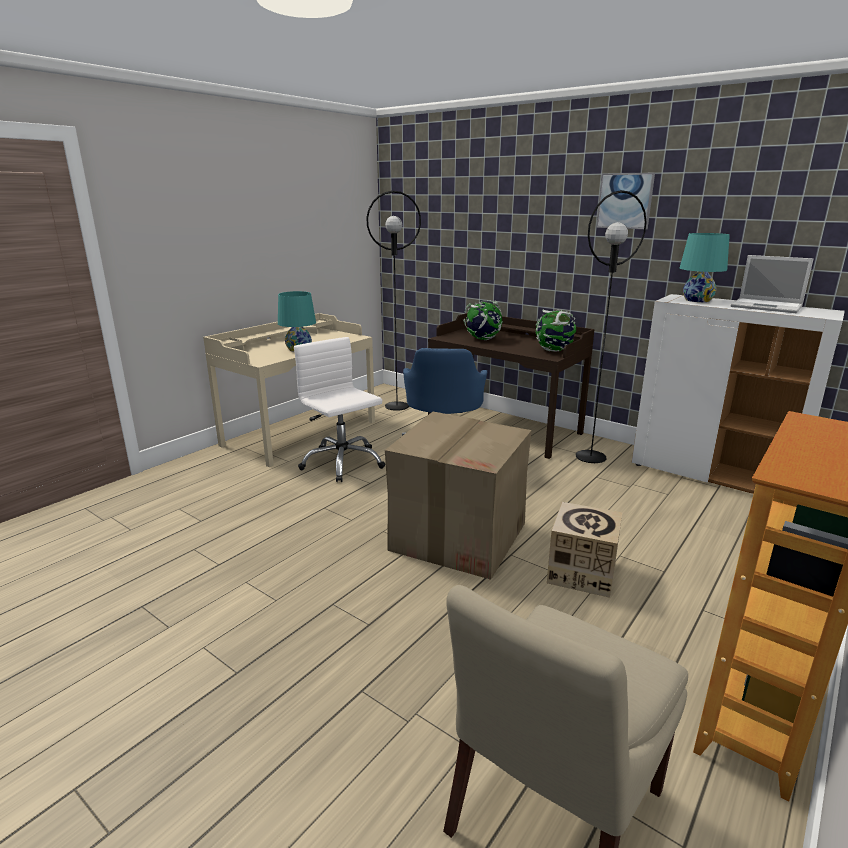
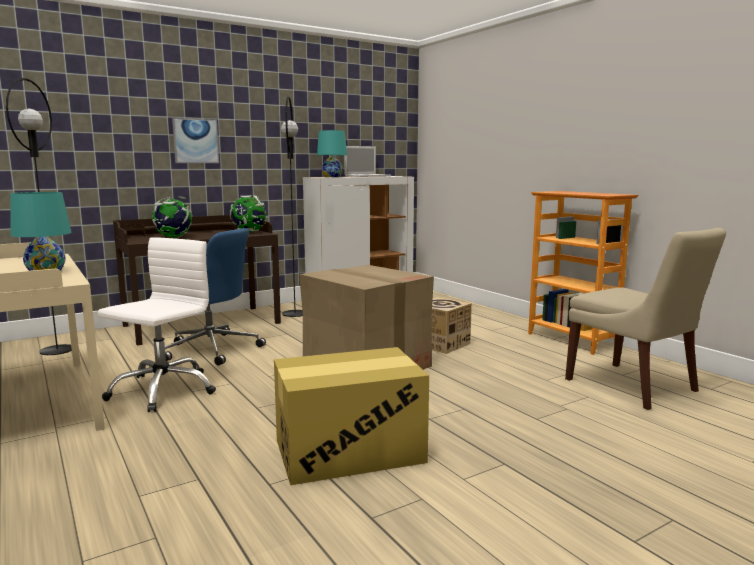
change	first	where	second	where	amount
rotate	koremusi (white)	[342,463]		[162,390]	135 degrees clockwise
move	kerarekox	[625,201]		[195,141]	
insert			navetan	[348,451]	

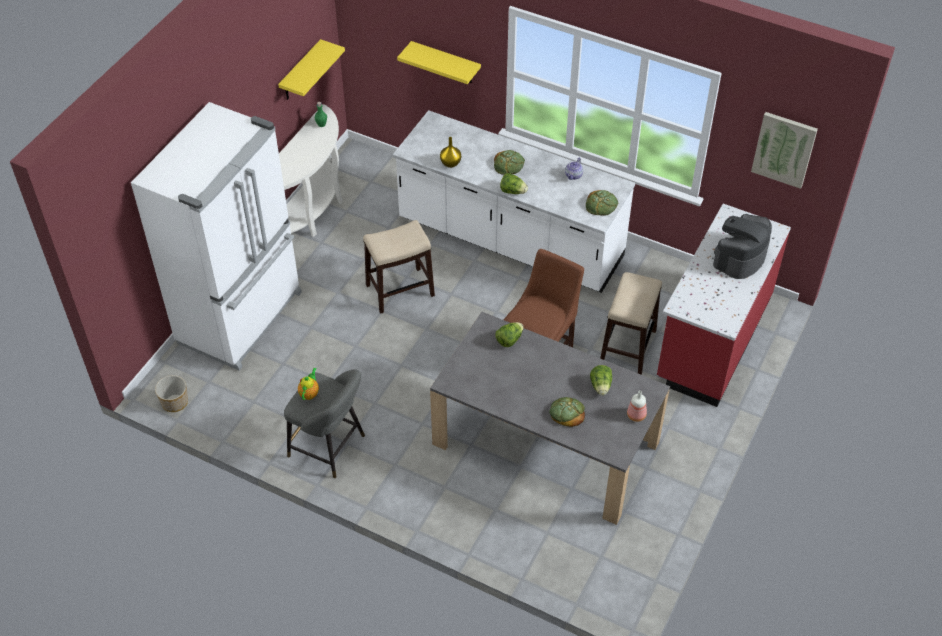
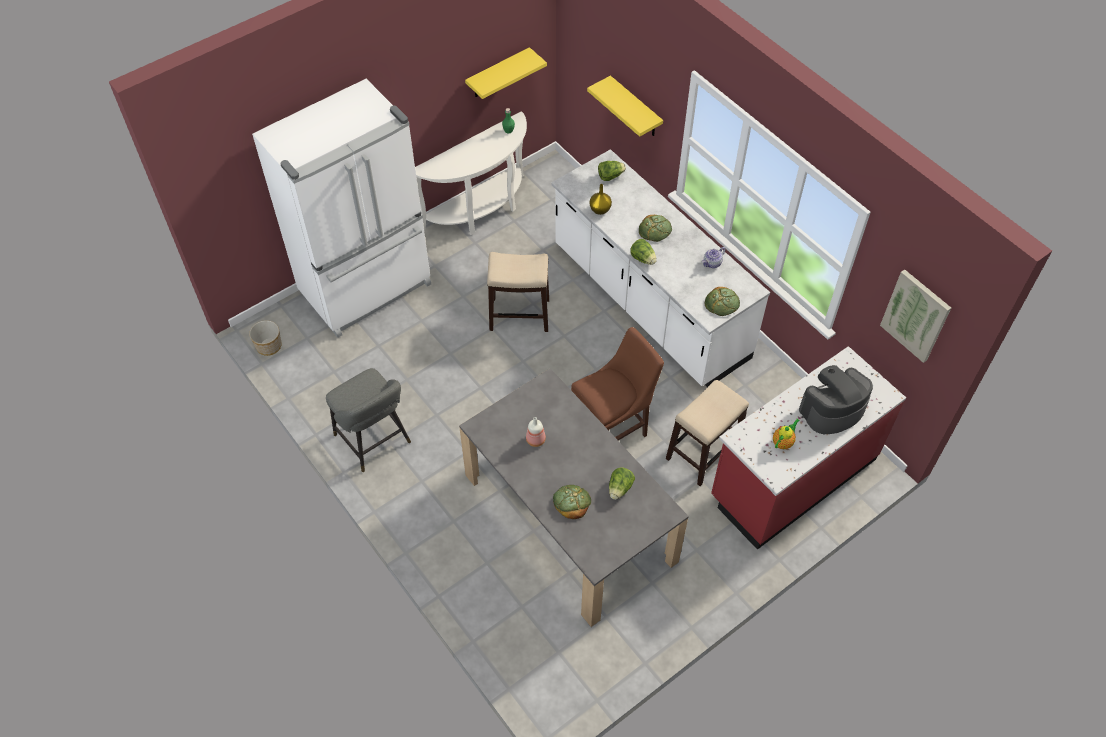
change	first	where	second	where	amount
move	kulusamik	[636,415]		[536,439]	
move	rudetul	[509,340]		[610,176]	
move	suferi	[309,393]		[783,442]	

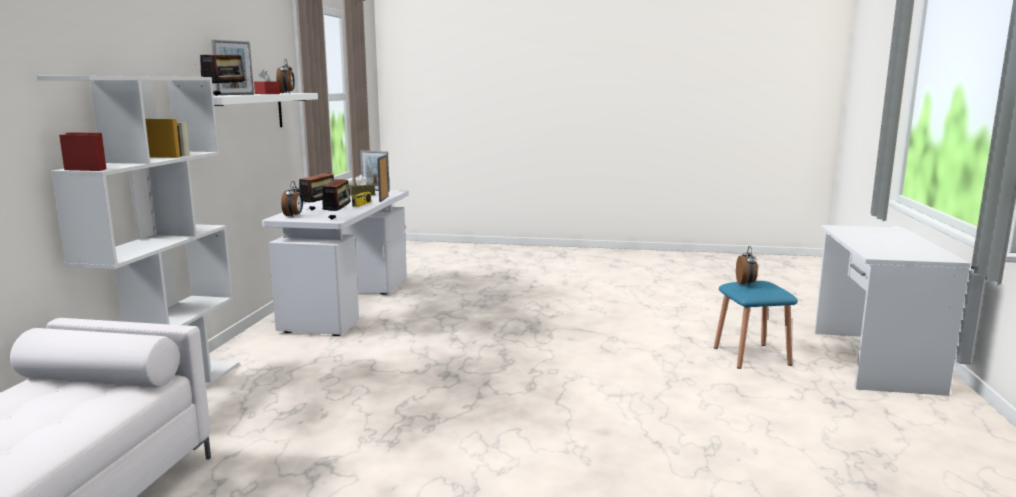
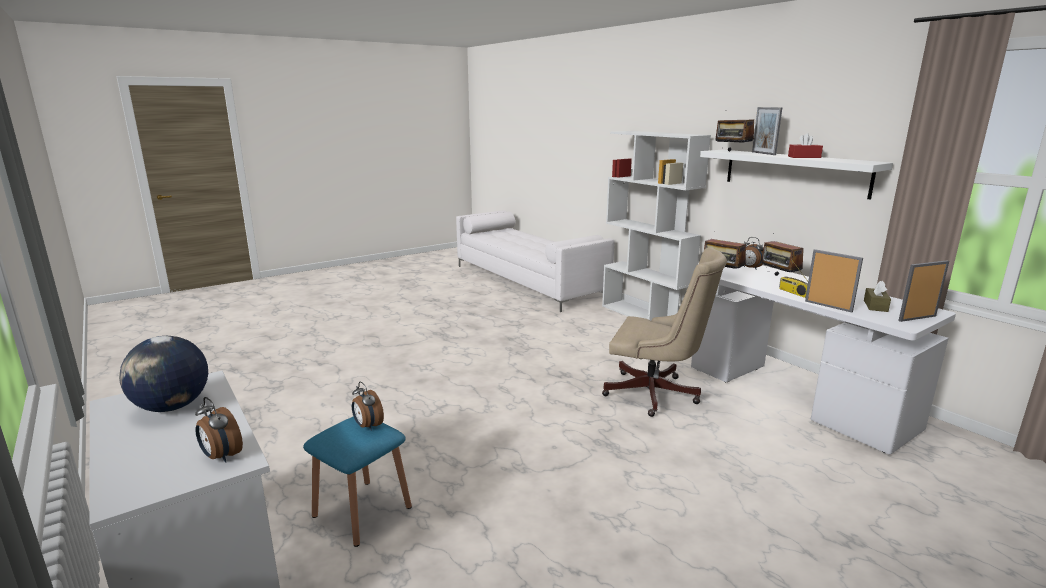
change	first	where	second	where	amount
insert			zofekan	[171,407]	
move	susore	[286,93]		[221,456]	
insert			koremusi (beige)	[656,395]	

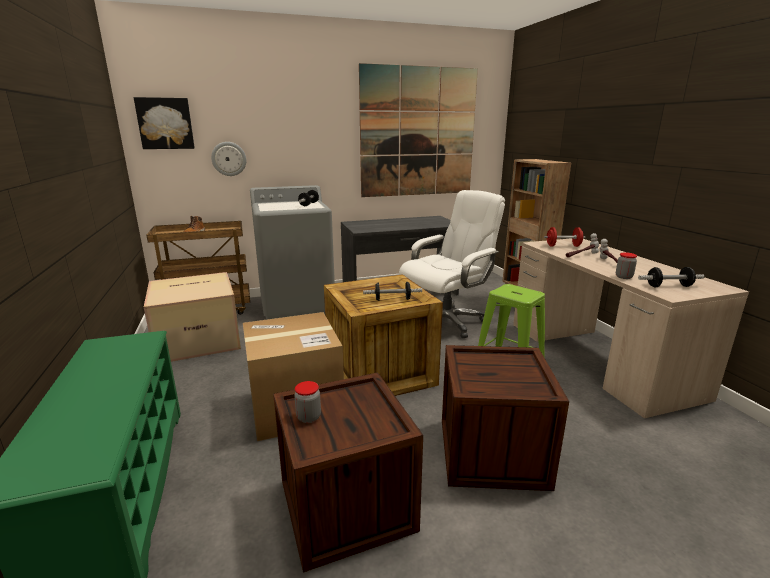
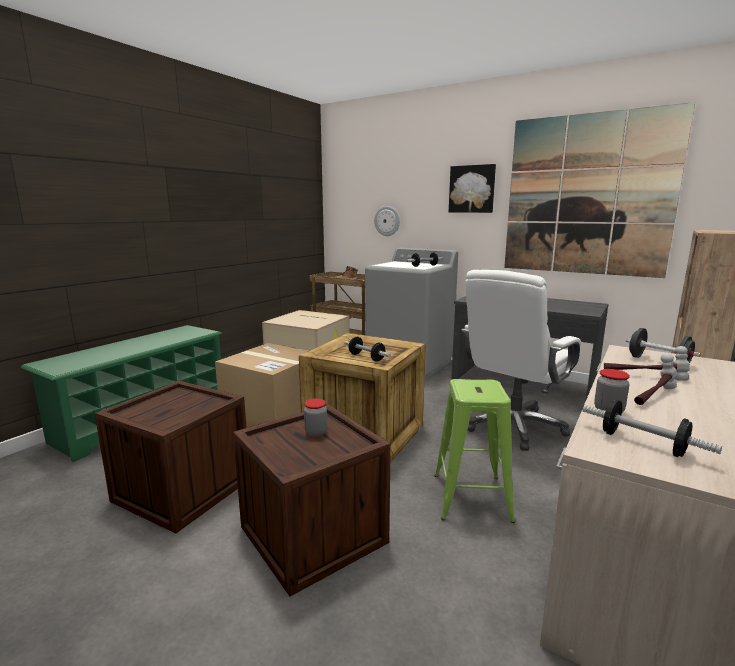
change	first	where	second	where	amount
move	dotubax	[308,417]		[316,432]	
move	kerarekox	[165,123]		[472,189]	
rotate	koremusi (white)	[446,321]		[513,426]	120 degrees clockwise
recolor	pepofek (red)	[563,246]	pepofek (black)	[658,361]	

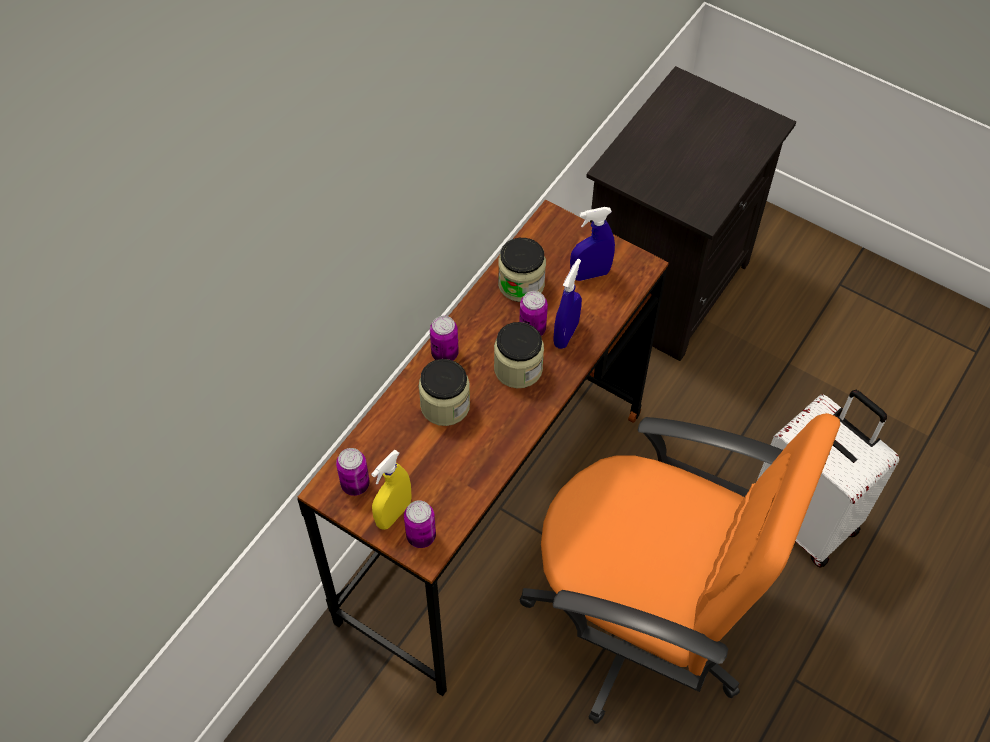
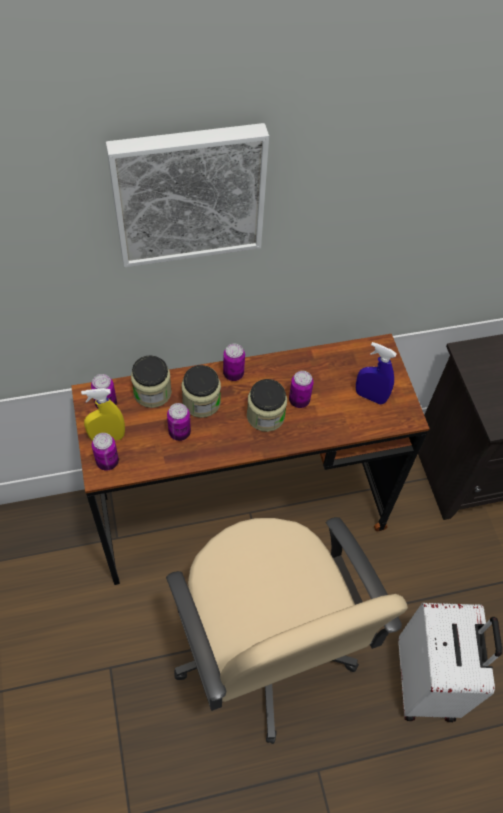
change	first	where	second	where	amount
insert			kerarekox	[188,193]	
move	dotubax	[521,284]		[152,392]	
recolor	koremusi (orange)	[643,620]	koremusi (beige)	[264,647]	
insert			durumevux	[179,432]	
delete	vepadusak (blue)	[566,334]			

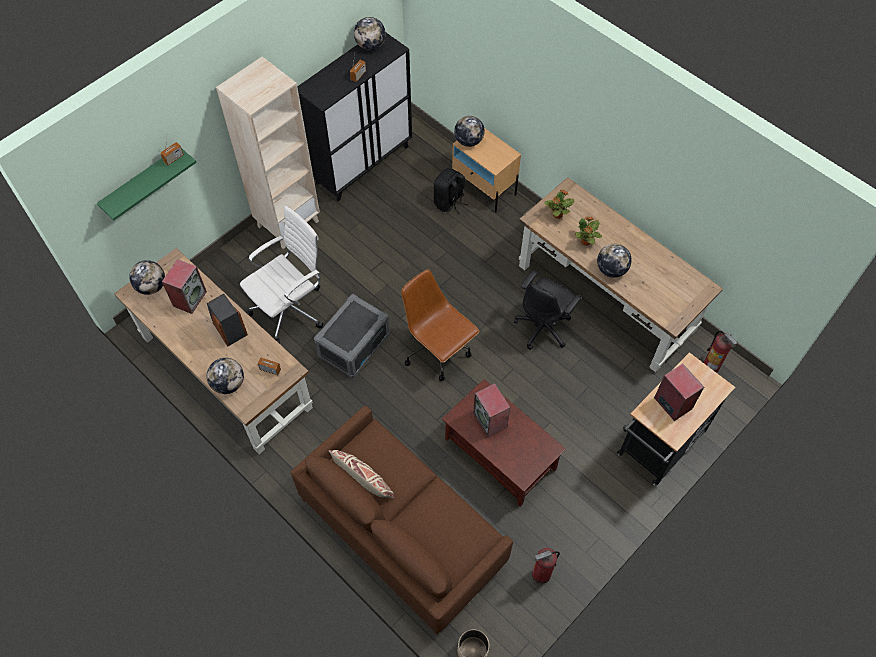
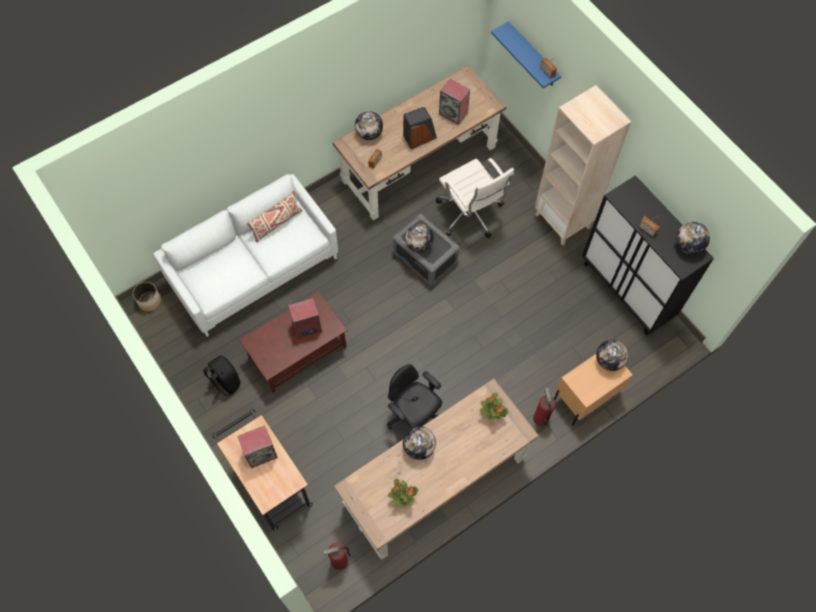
change	first	where	second	where	amount
recolor	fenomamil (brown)	[402,530]	fenomamil (white)	[253,269]	
move	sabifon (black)	[449,202]		[225,382]	
move	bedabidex	[585,242]		[402,497]	
move	zofekan	[151,286]		[419,245]	
recolor	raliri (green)	[142,182]	raliri (blue)	[533,56]	
move	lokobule	[541,574]		[540,418]	
delete	koremusi (brown)	[437,351]			

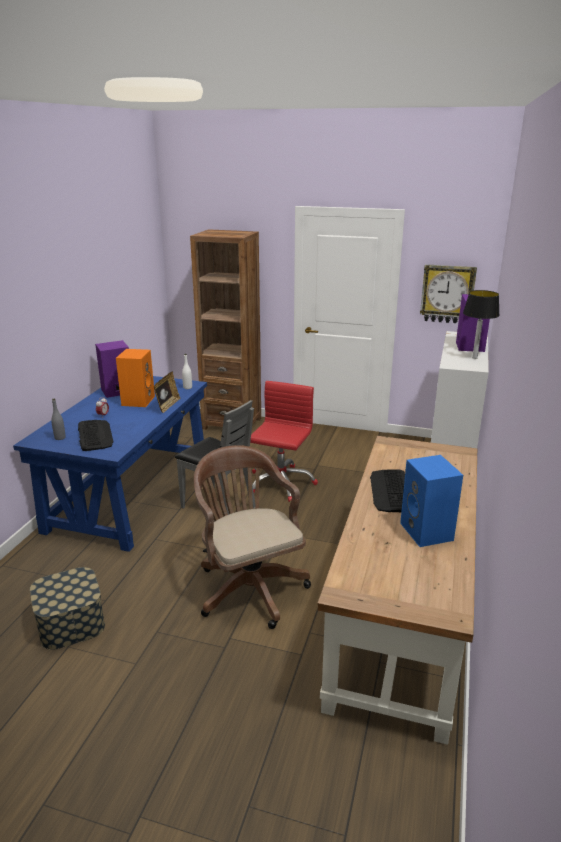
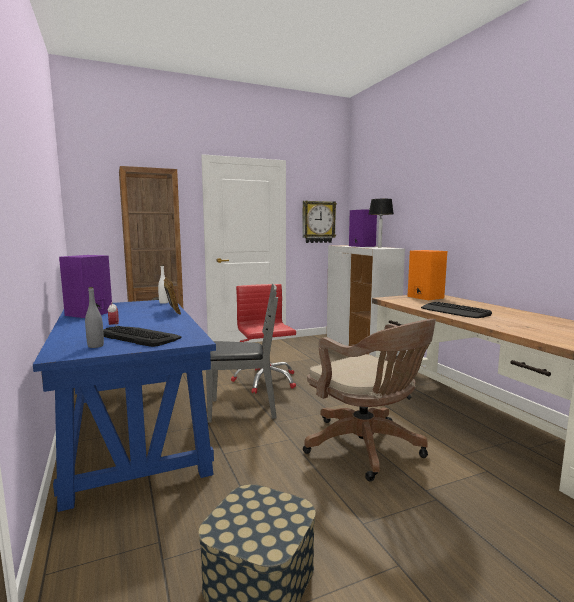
change	first	where	second	where	amount
rotate	koremusi (brown)	[249,586]		[367,448]	150 degrees counterclockwise
move	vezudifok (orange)	[138,400]		[424,297]	
delete	vezudifok (blue)	[428,532]			

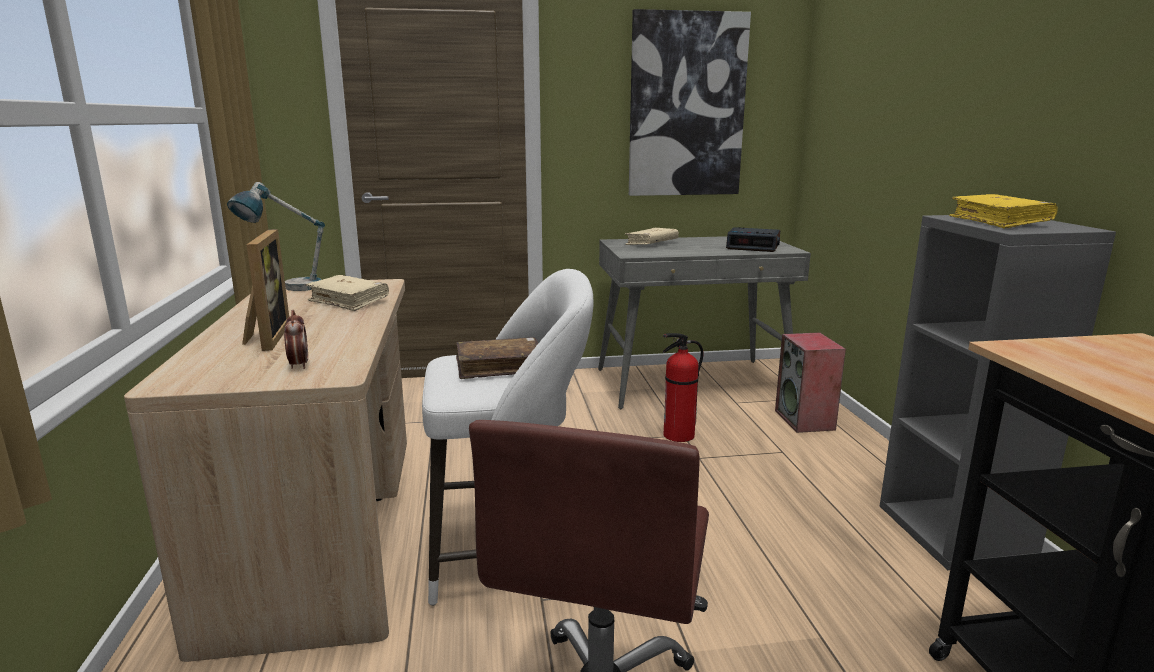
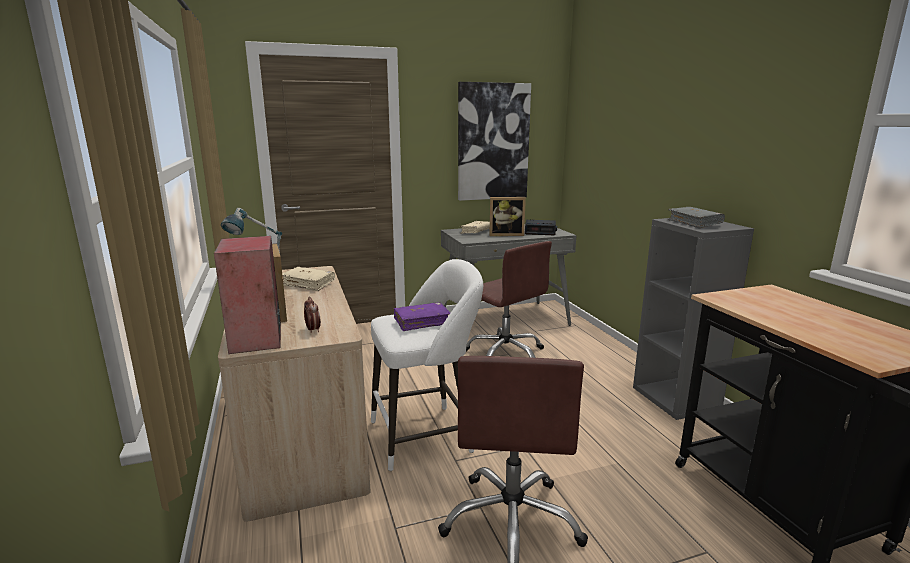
change	first	where	second	where	amount
move	vezudifok	[805,420]		[257,338]	
recolor	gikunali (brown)	[499,367]	gikunali (purple)	[421,322]	
replace	lokobule	[678,435]	koremusi (brown)	[505,355]	
insert			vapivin	[506,234]	
recolor	gikunali (yellow)	[999,222]	gikunali (grey)	[694,223]	

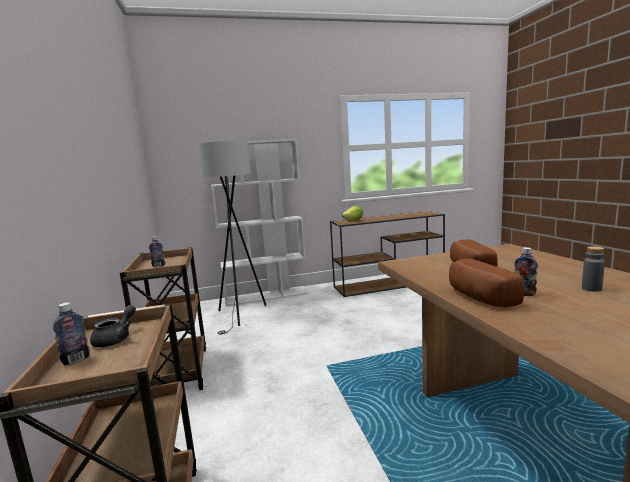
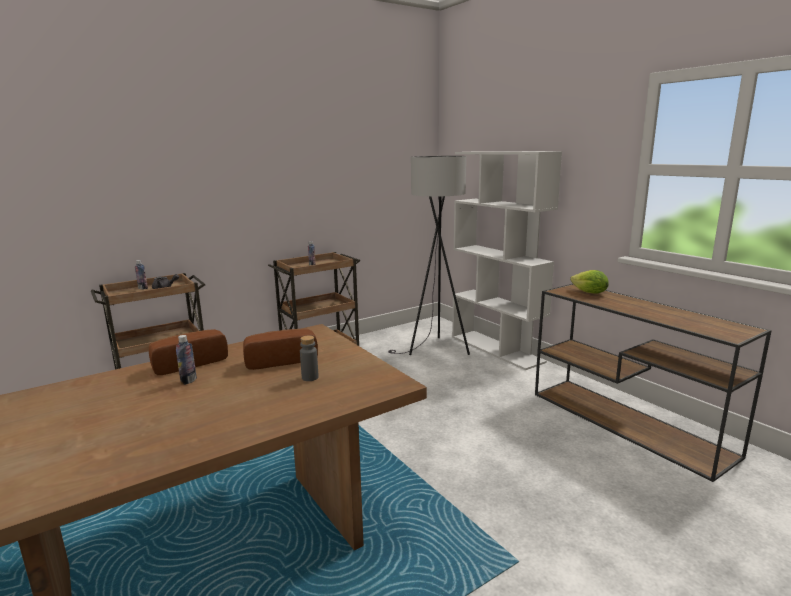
change	first	where	second	where	amount
move	kulusamik (grey)	[591,288]		[310,377]	

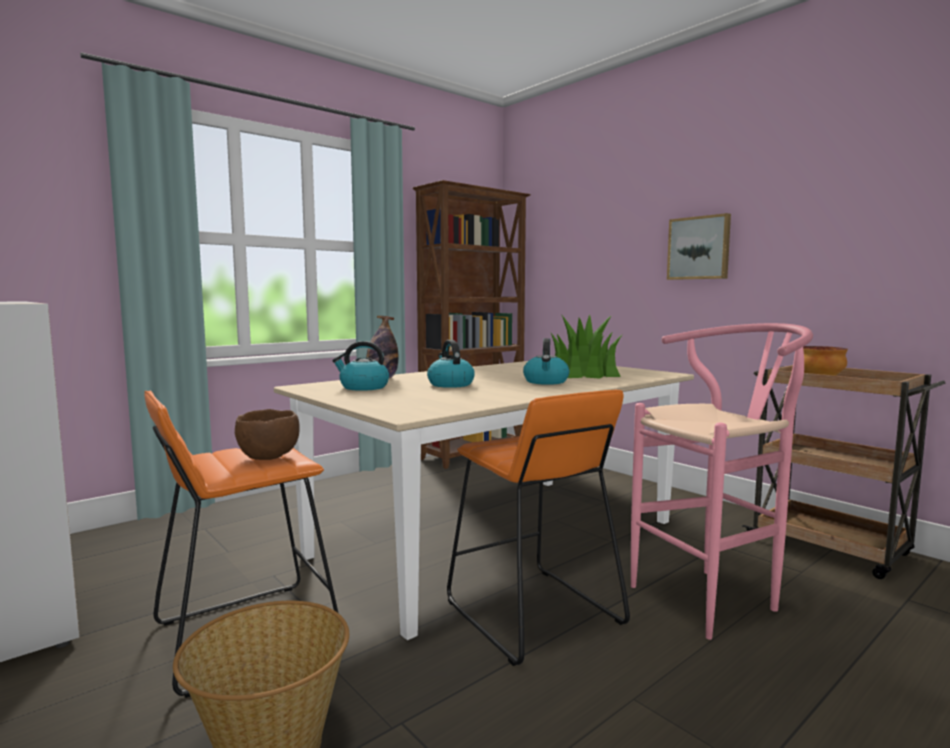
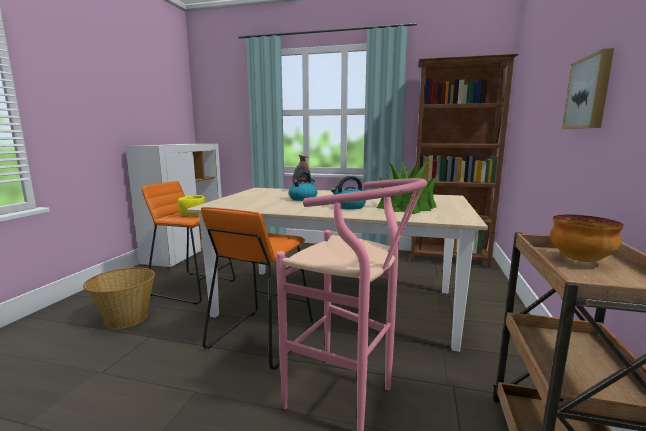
change	first	where	second	where	amount
recolor	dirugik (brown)	[269,456]	dirugik (yellow)	[193,215]	
delete	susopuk	[363,387]			

